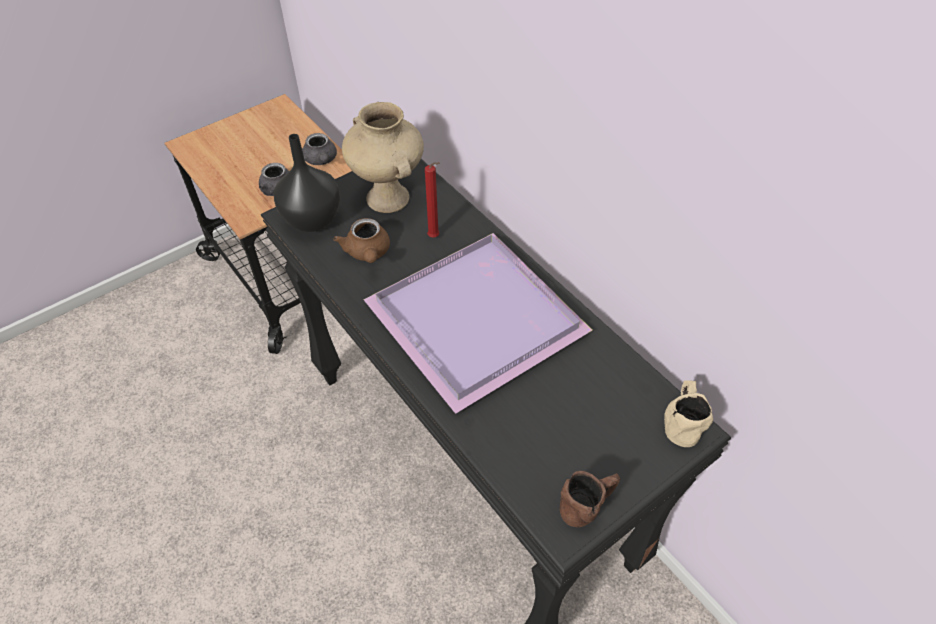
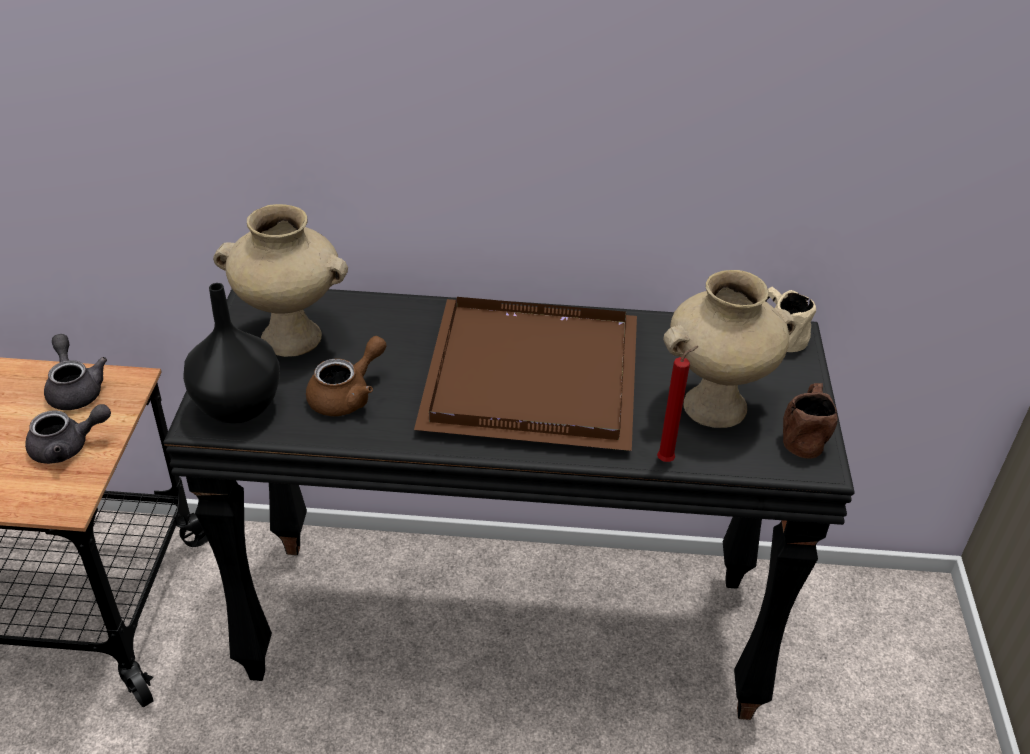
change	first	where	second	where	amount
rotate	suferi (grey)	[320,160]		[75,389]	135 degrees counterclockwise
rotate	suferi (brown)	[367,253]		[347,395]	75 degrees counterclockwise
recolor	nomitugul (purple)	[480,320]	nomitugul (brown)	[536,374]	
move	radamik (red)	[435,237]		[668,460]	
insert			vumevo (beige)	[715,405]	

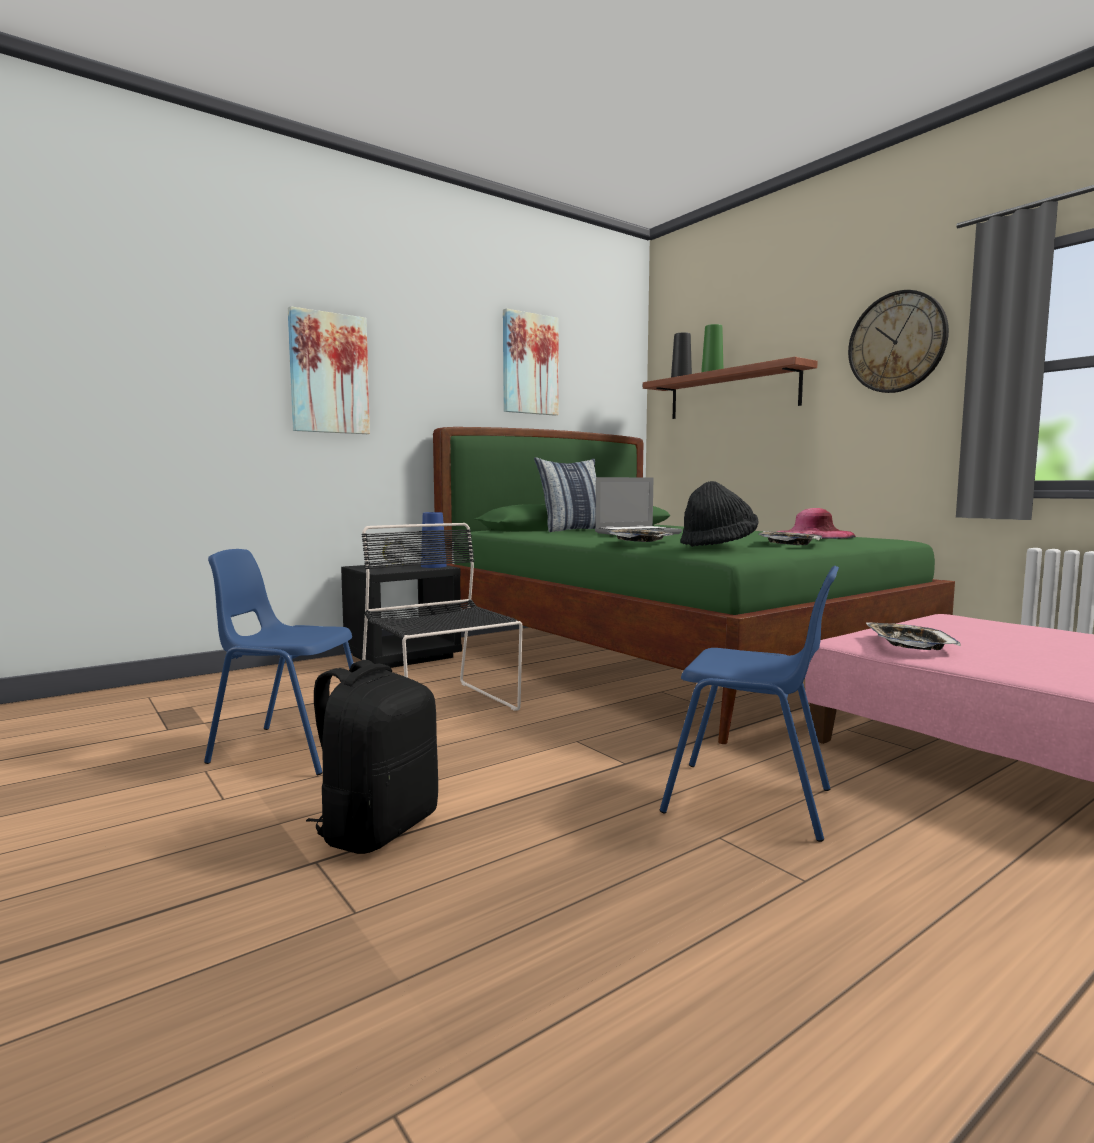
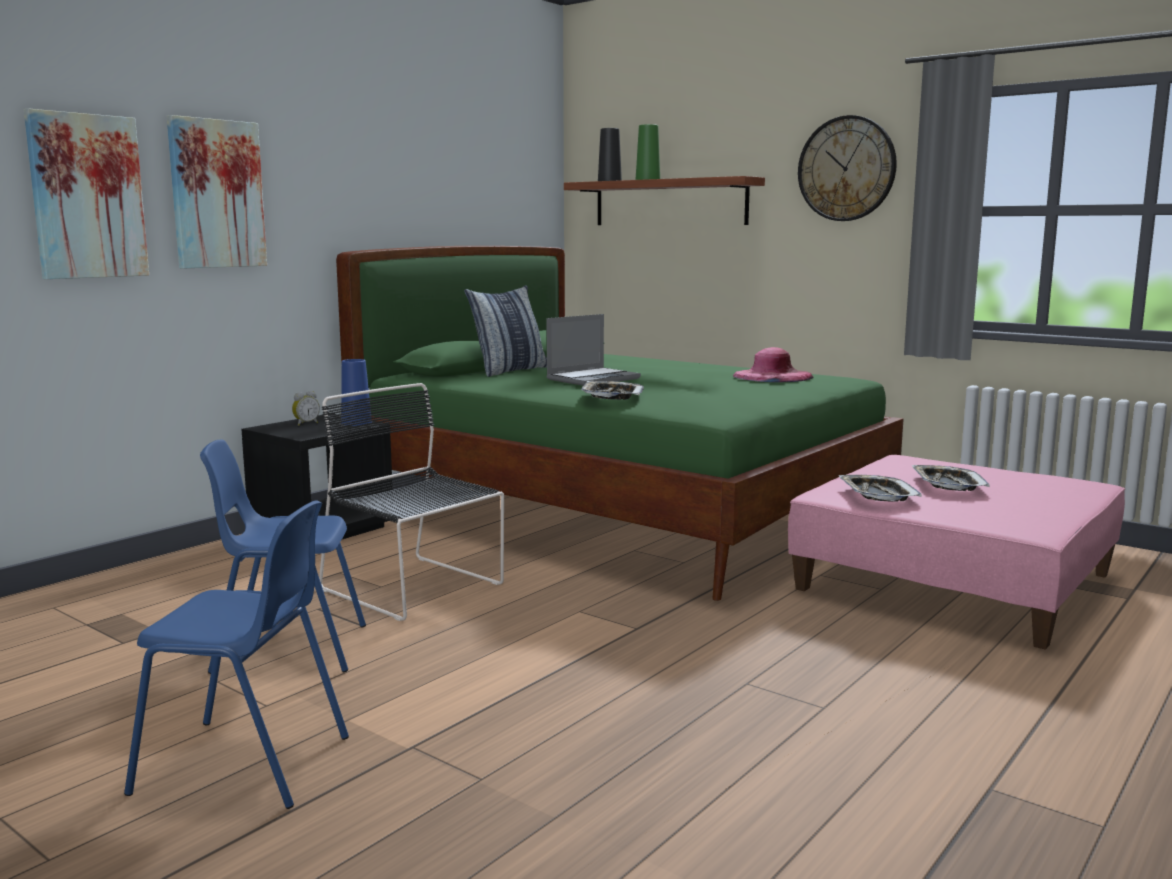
change	first	where	second	where	amount
move	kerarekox	[529,364]		[87,196]	
move	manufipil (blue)	[750,801]		[245,765]	
move	nomitugul	[789,543]		[948,484]	
delete	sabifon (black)	[377,828]			
delete	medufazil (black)	[718,545]			

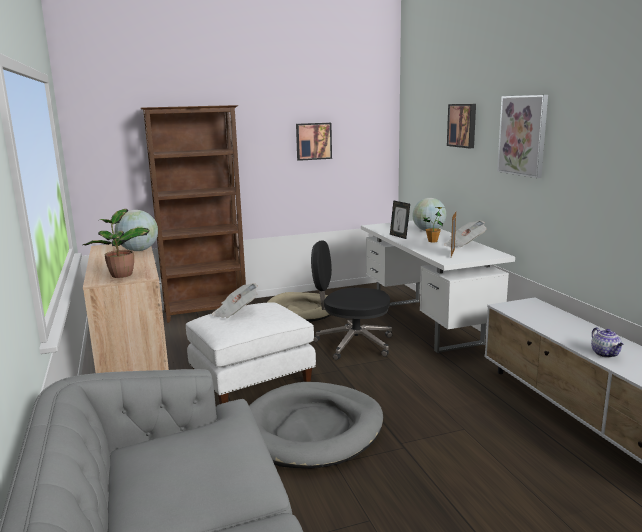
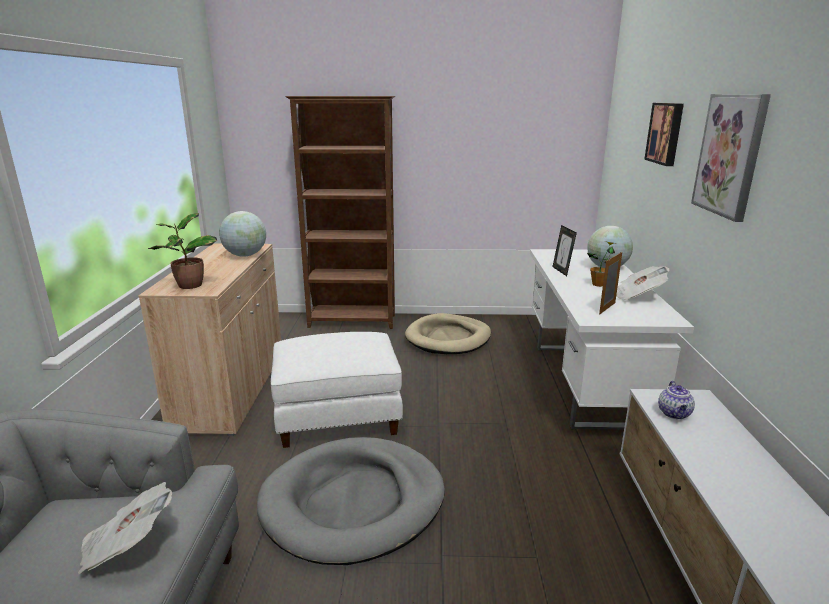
change	first	where	second	where	amount
move	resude	[235,312]		[128,545]	
move	suferi	[606,354]		[674,414]	
delete	kerarekox	[313,141]			
delete	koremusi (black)	[352,344]			

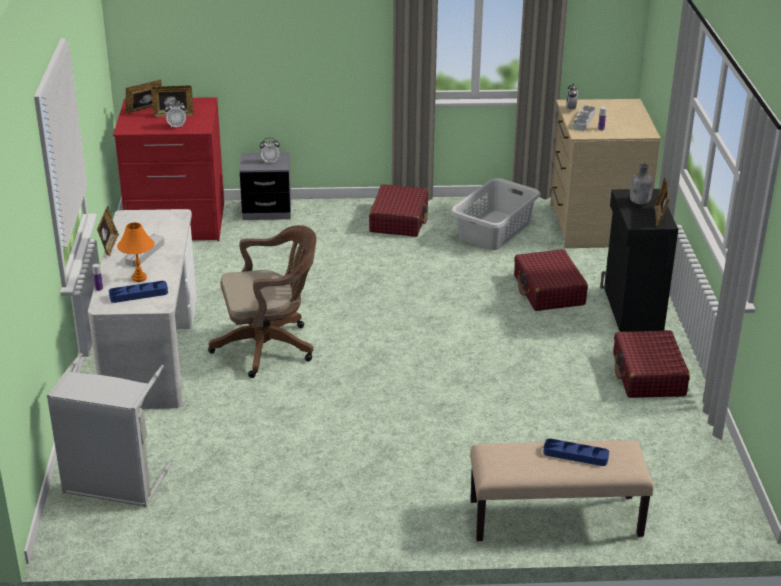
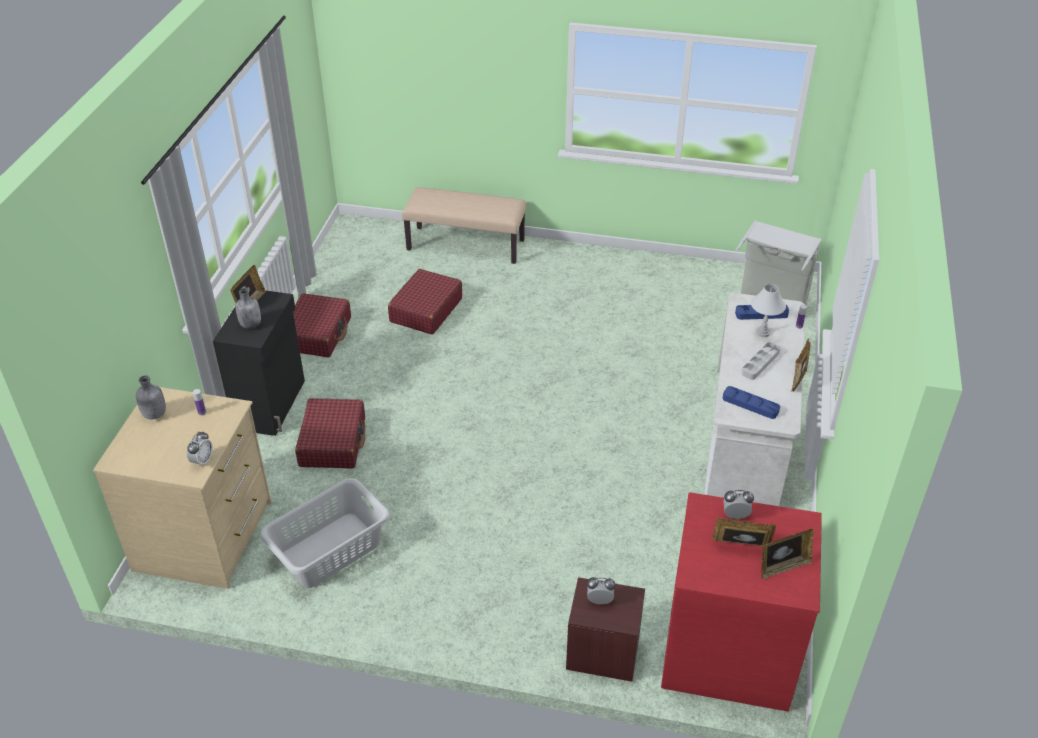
change	first	where	second	where	amount
insert			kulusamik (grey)	[154,414]	
move	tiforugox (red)	[399,220]		[426,310]	
recolor	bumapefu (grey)	[267,211]	bumapefu (brown)	[603,652]	
move	nomitugul (blue)	[575,455]		[750,405]	
recolor	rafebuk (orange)	[139,278]	rafebuk (white)	[762,332]	
delete	koremusi (brown)	[269,347]			
delete	nomitugul (grey)	[583,120]			

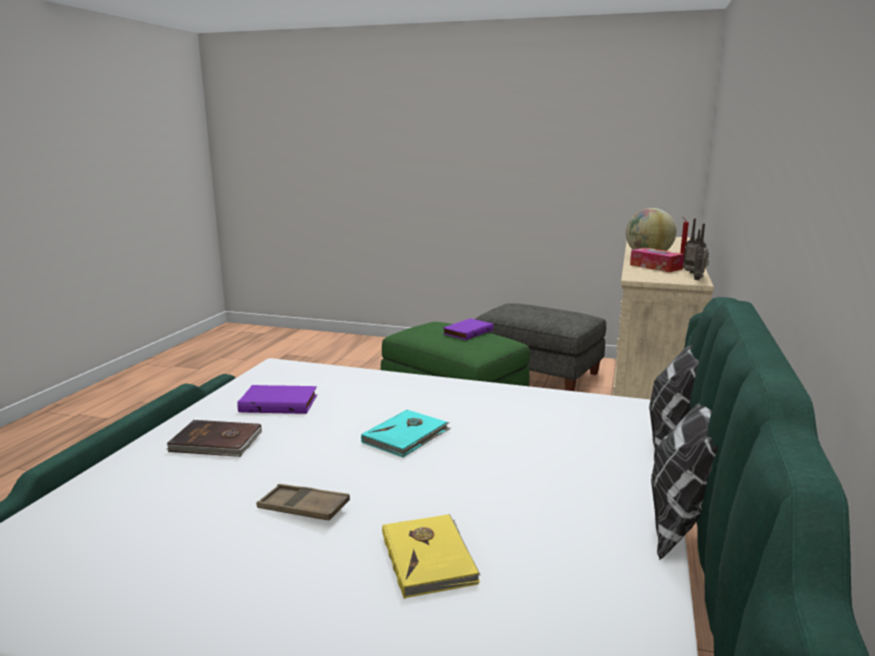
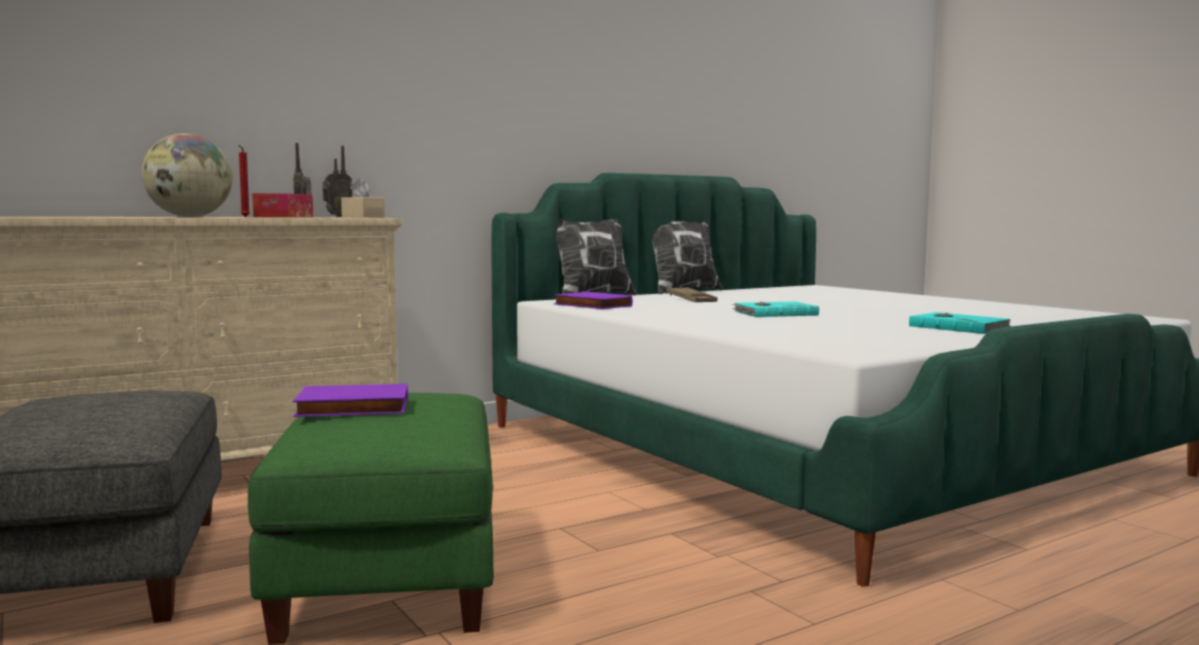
change	first	where	second	where	amount
insert			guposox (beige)	[363,217]	
move	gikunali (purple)	[279,403]		[591,305]	
move	nomitugul (brown)	[303,508]		[691,299]	
recolor	gikunali (brown)	[216,442]	gikunali (turquoise)	[958,327]	
delete	gikunali (yellow)	[429,557]			

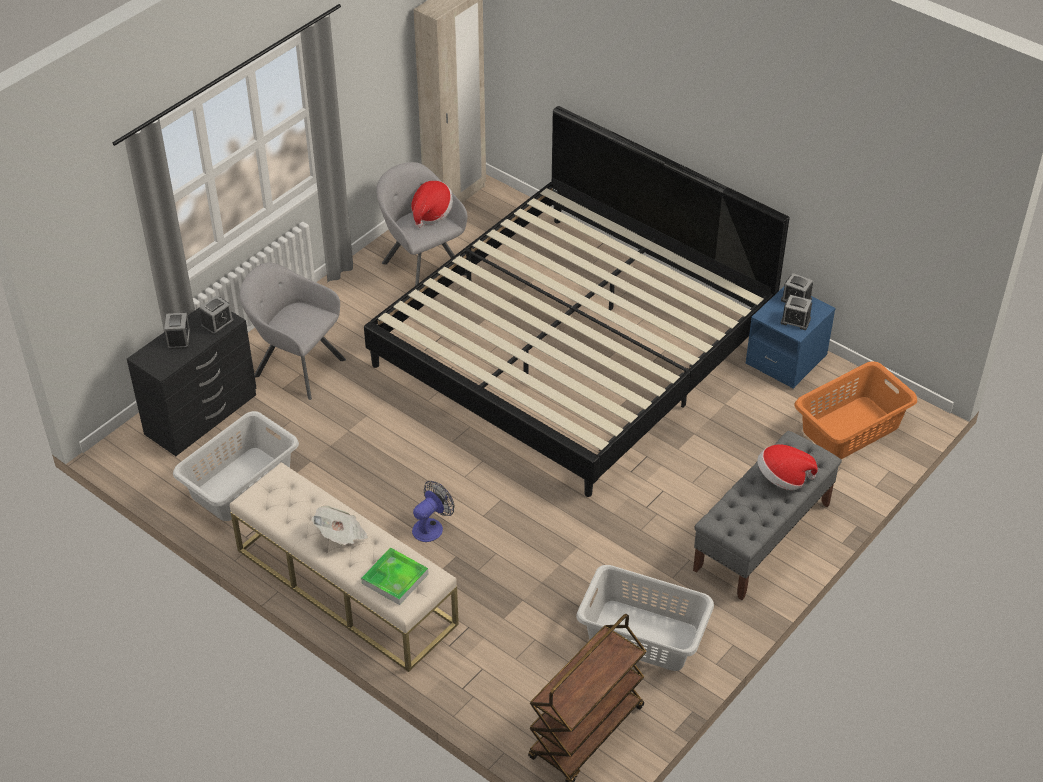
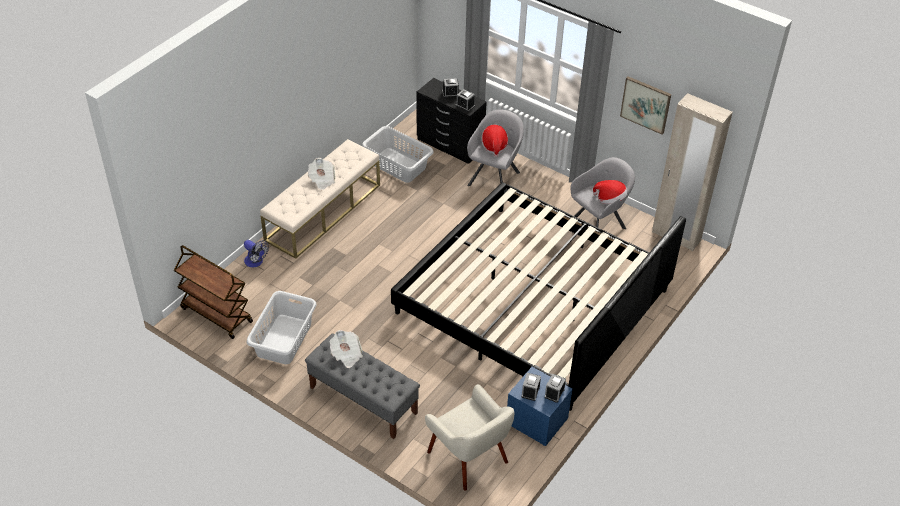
change	first	where	second	where	amount
move	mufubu	[431,526]		[256,262]	
insert			resude	[346,354]	
replace	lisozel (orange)	[851,428]	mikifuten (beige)	[469,457]	
move	medufazil	[782,478]		[494,146]	
insert			kerarekox	[646,104]	
delete	nomitugul	[395,578]			

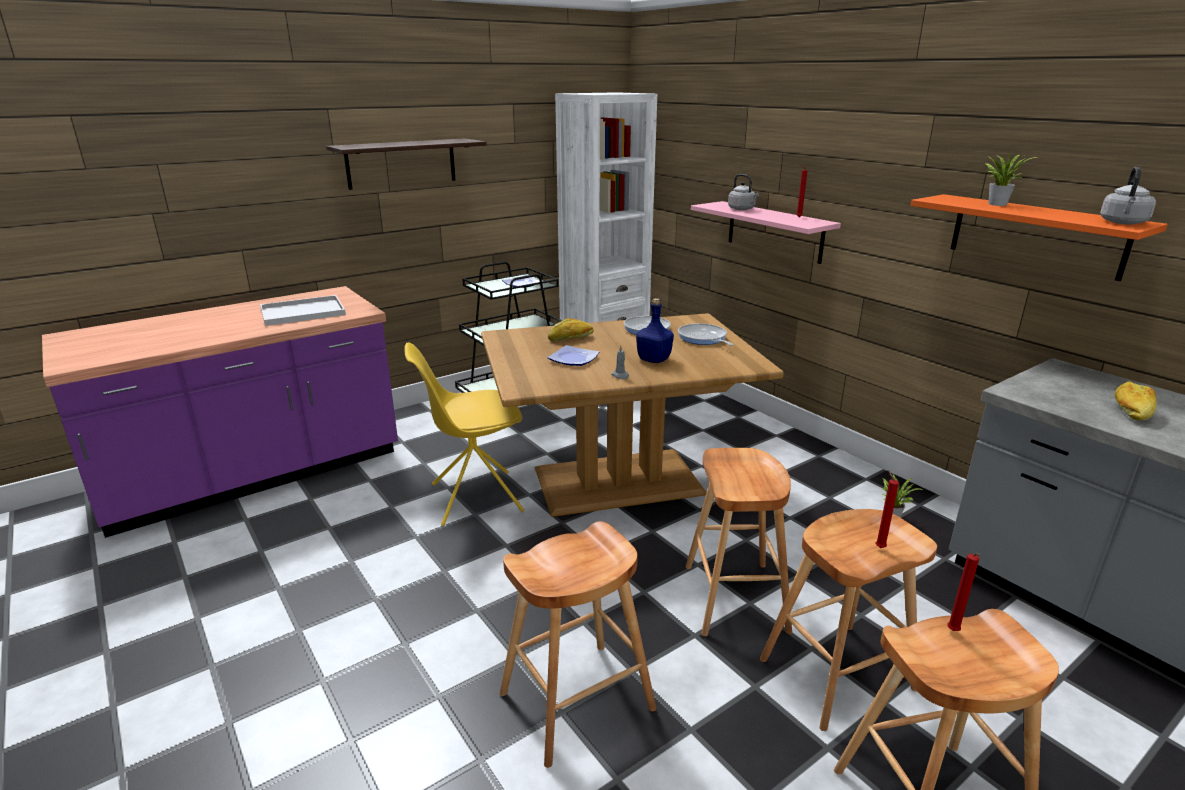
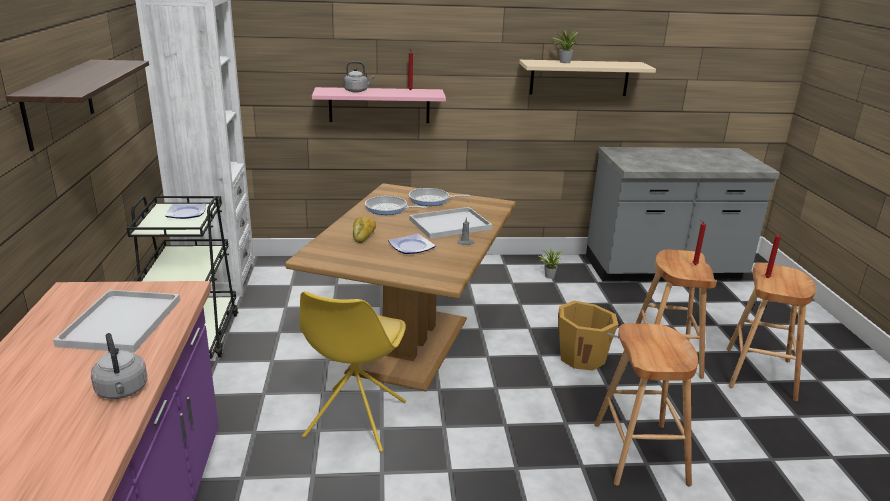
change	first	where	second	where	amount
move	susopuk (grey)	[1123,223]		[122,391]	
replace	kulusamik (blue)	[653,359]	nomitugul (white)	[449,225]	
recolor	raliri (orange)	[1036,235]	raliri (beige)	[579,78]	
replace	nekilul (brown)	[735,598]	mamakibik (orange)	[582,357]	
delete	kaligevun	[1130,411]			

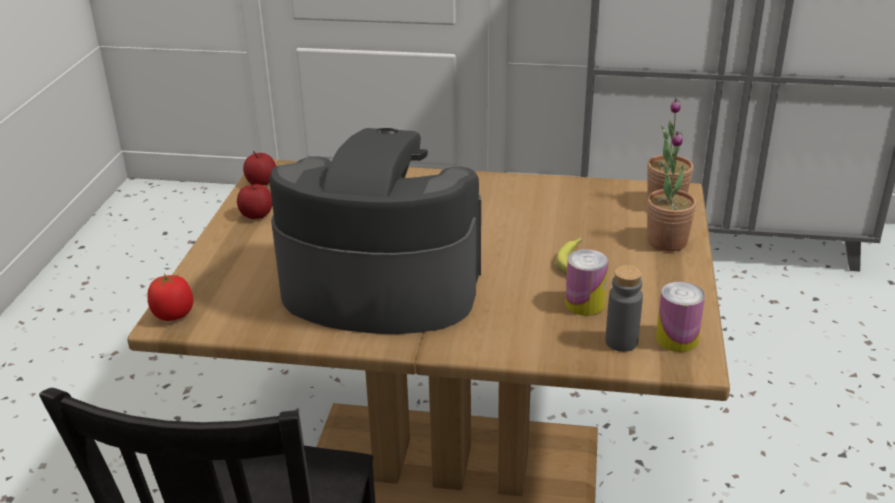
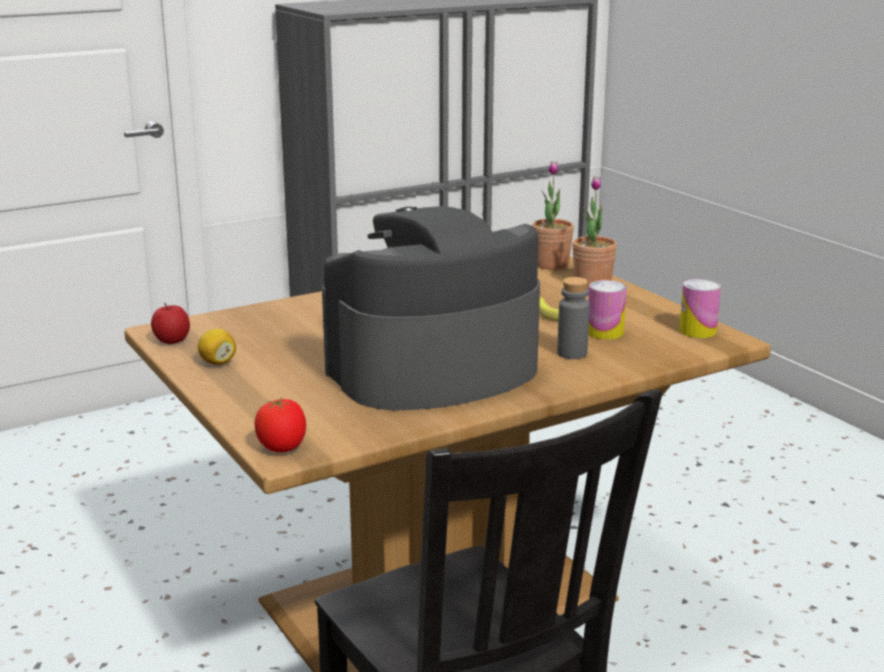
change	first	where	second	where	amount
replace	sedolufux	[256,215]	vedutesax	[217,362]	
move	kulusamik (grey)	[621,342]		[572,353]	

